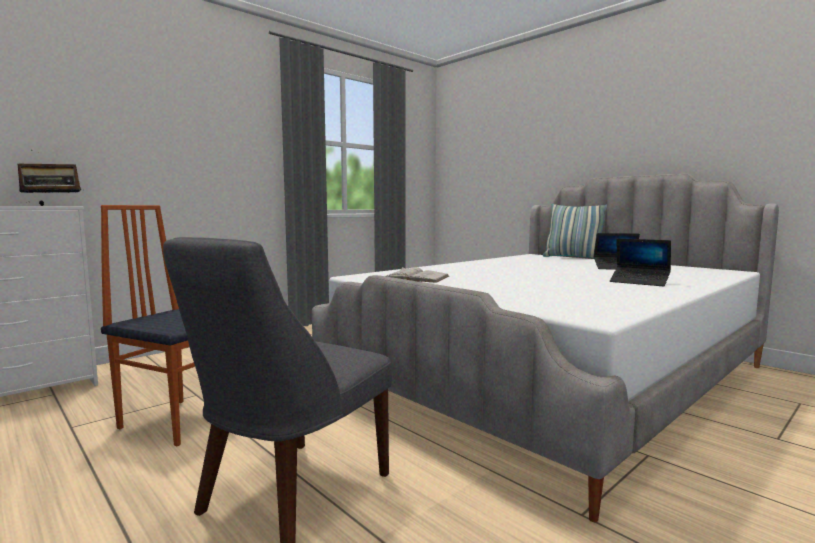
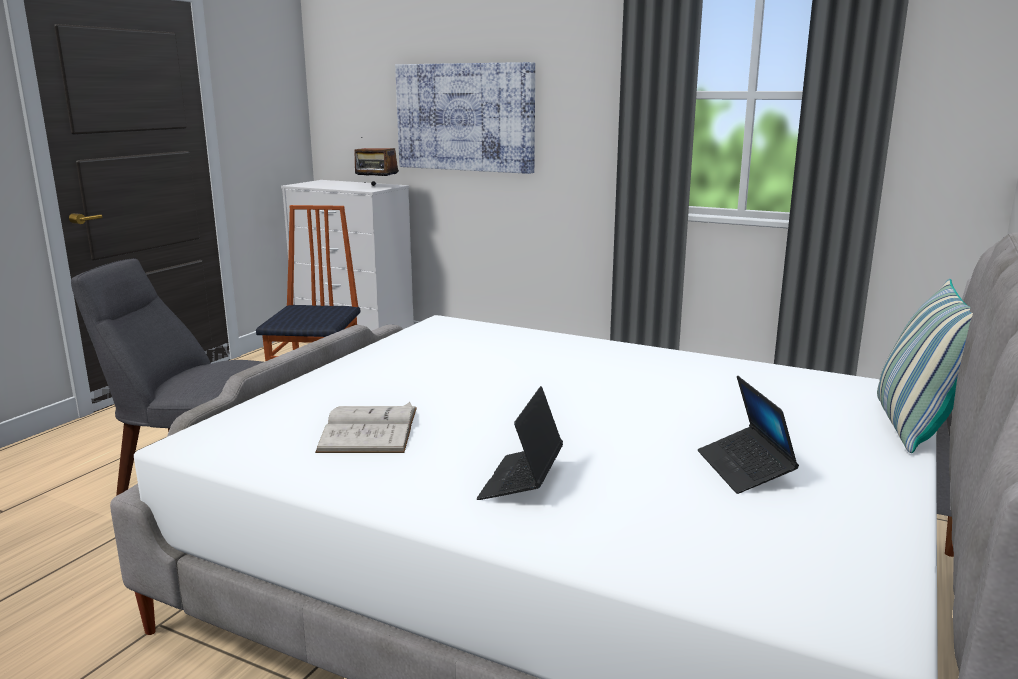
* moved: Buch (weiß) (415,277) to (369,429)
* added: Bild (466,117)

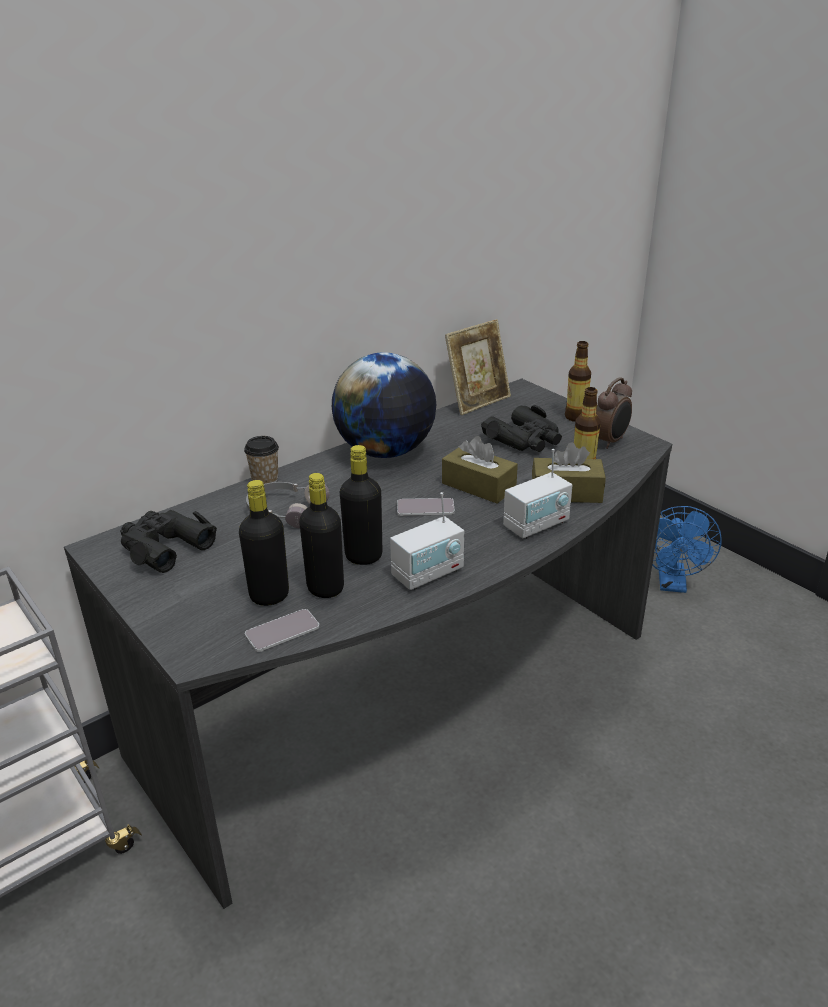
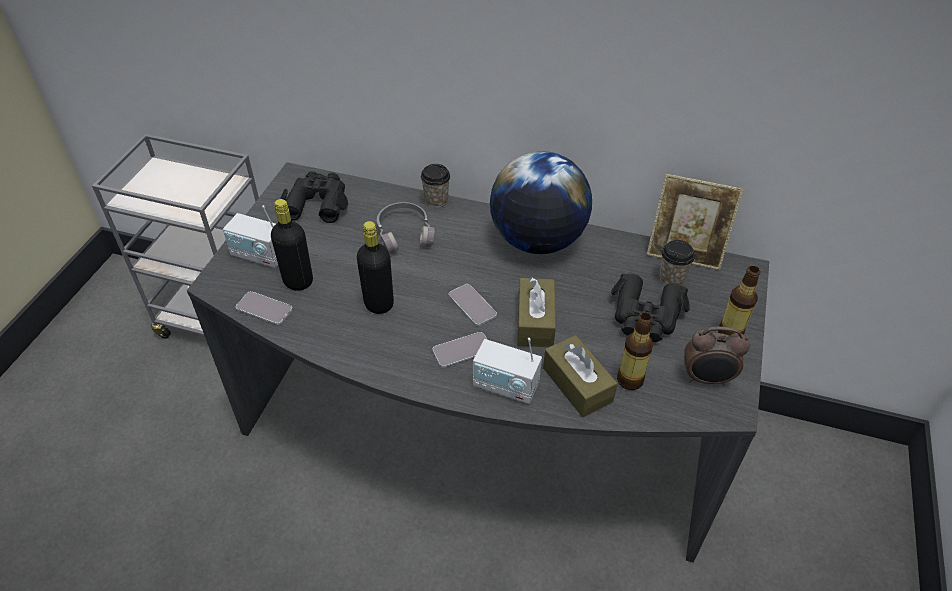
* removed: Flasche (schwarz) (325,588)
* moved: Radio (428,573) to (260,255)
* removed: Ventilator (blau) (672,584)
* added: Handy (462,350)
* added: Tasse (671,278)

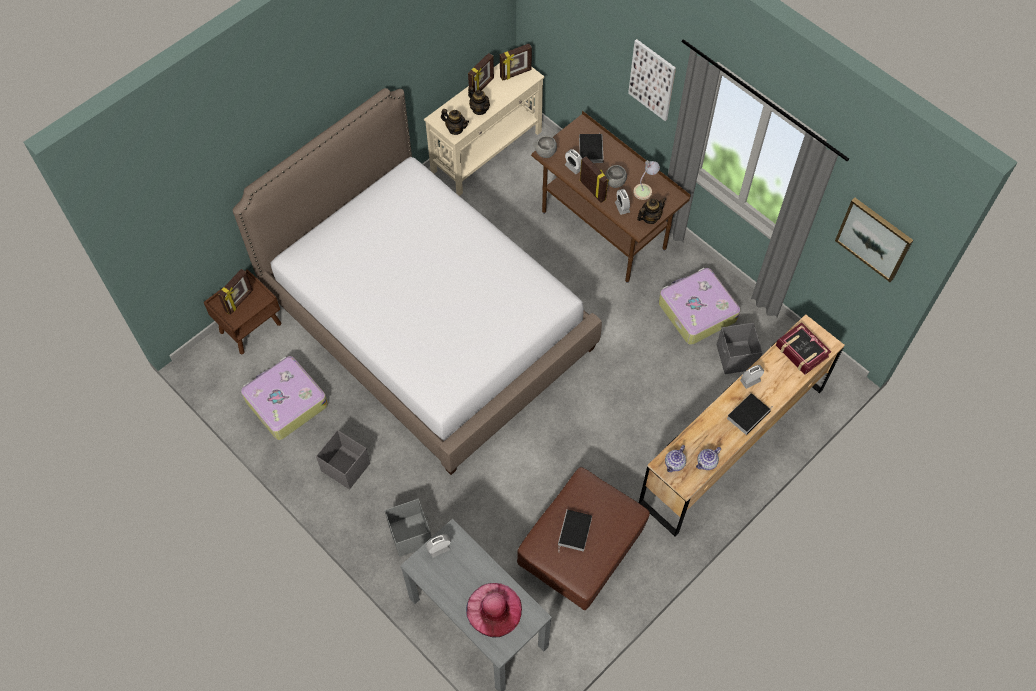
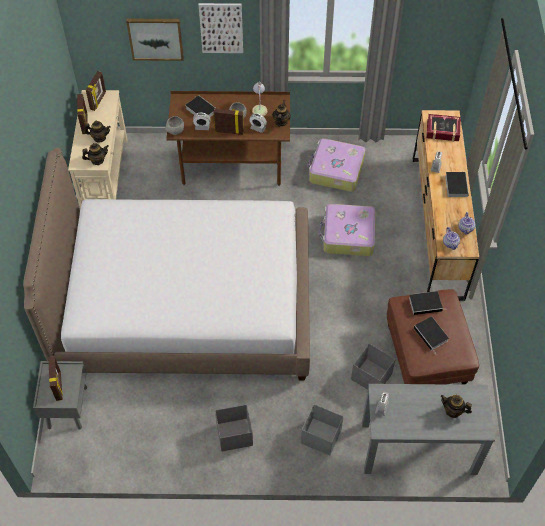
* recoloured: Nachttisch (braun) (251,327) to Nachttisch (grau) (67,407)
* moved: Koffer (285,402) to (347,235)
* replaced: Hut (rosa) (494,609) to Teekanne (453,411)
* moved: Aufbewahrungsbox (grau) (735,358) to (371,377)
* moved: Bild (874,238) to (155,38)
* added: Buch (426,304)

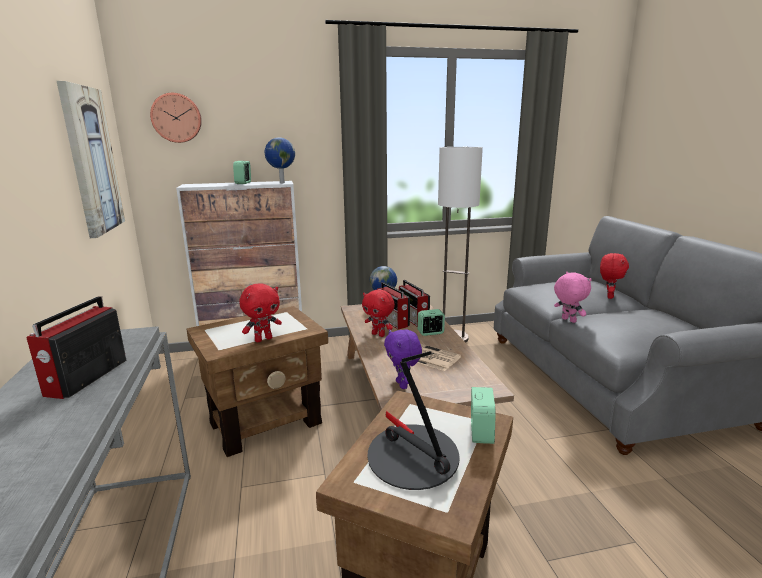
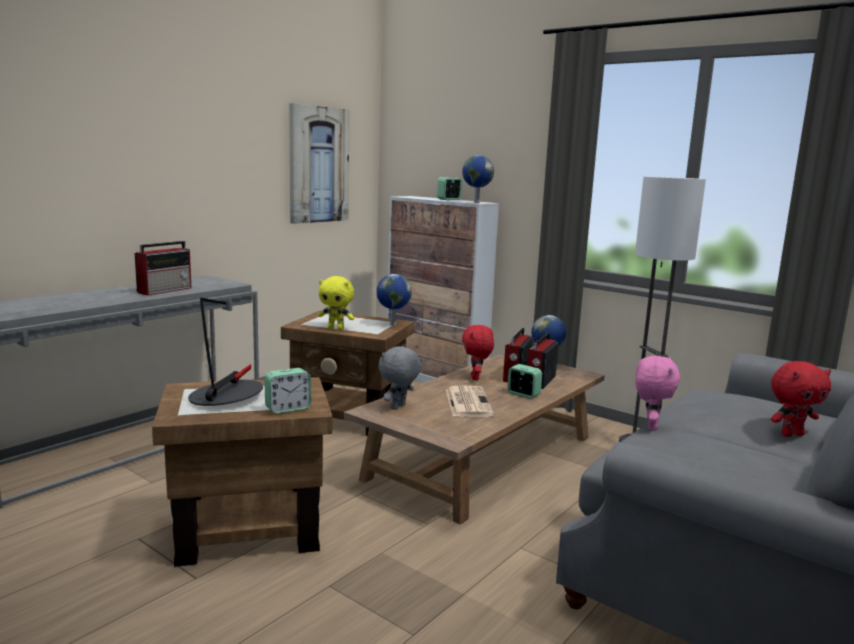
* turned: Radio (85,378) = (166,290) 150 degrees clockwise
* removed: Wanduhr (176,118)
* recoloured: Plüschtier (rot) (263,339) to Plüschtier (gelb) (336,329)
* recoloured: Plüschtier (lila) (403,385) to Plüschtier (grau) (398,407)
* added: Globus (392,324)

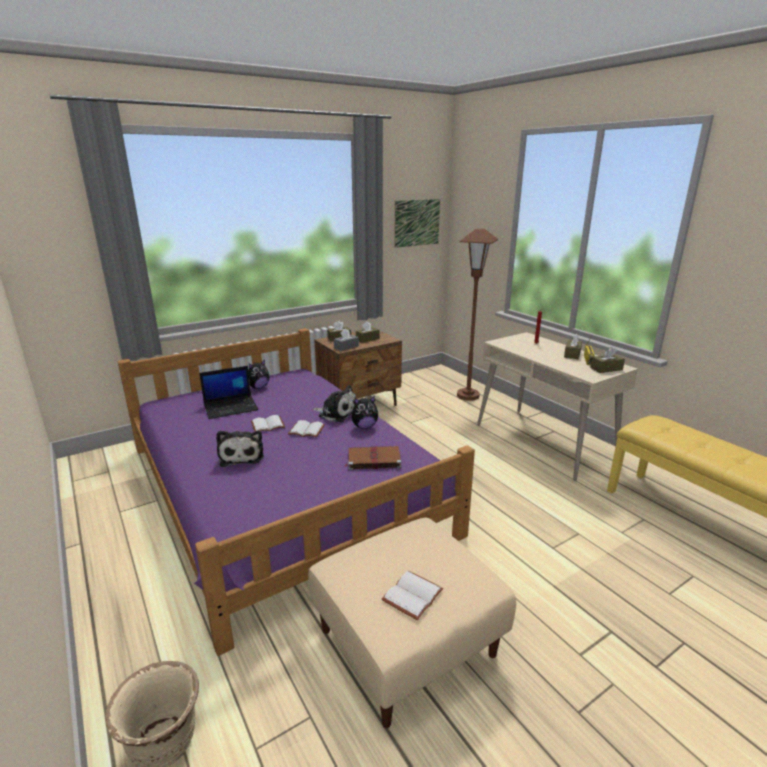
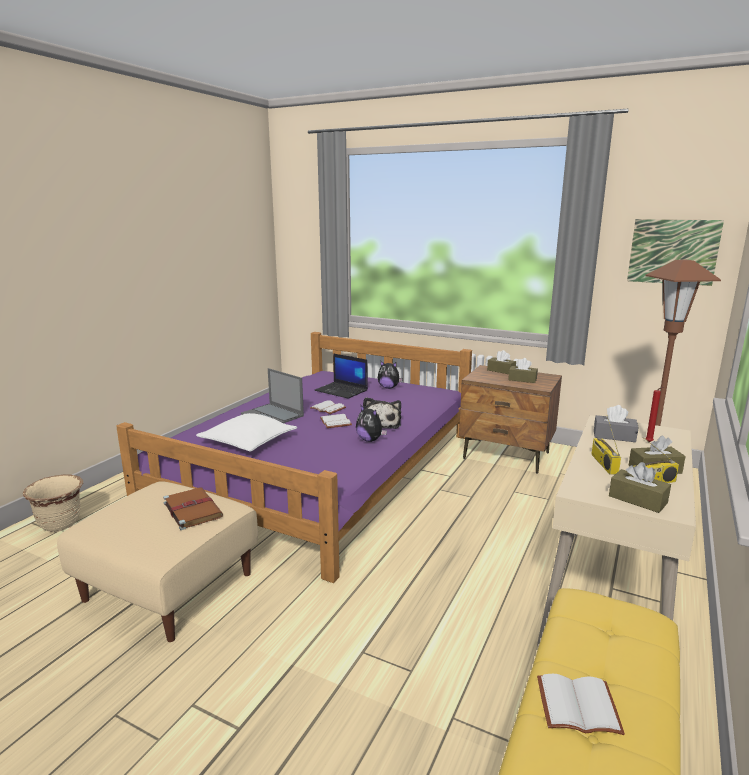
* replaced: Plüschtier (242,456) to Laptop (273,415)
* moved: Taschentuchbox (grau) (346,347) to (614,436)
* moved: Buch (braun) (373,459) to (192,509)
* moved: Buch (weiß) (411,594) to (578,704)
* added: Kissen (weiß) (248,441)
* added: Radio (603,463)

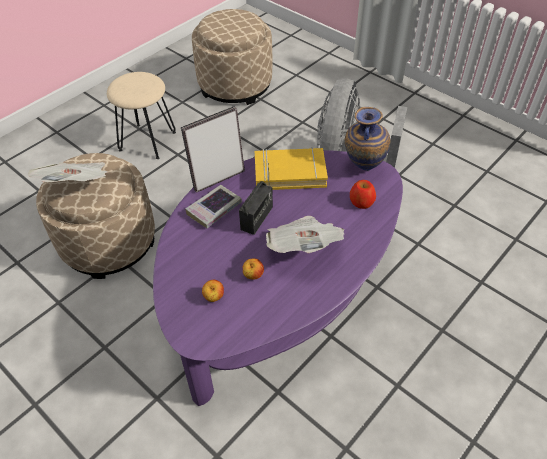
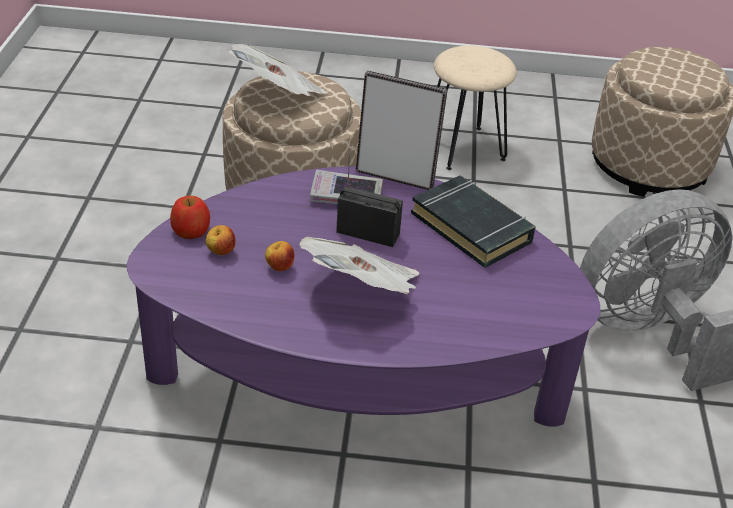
* turned: Radio (257,218) = (368,233) 150 degrees counterclockwise
* recoloured: Buch (gelb) (290,173) to Buch (schwarz) (472,227)
* removed: Vase (362,168)
* moved: Apfel (361,201) to (191,230)

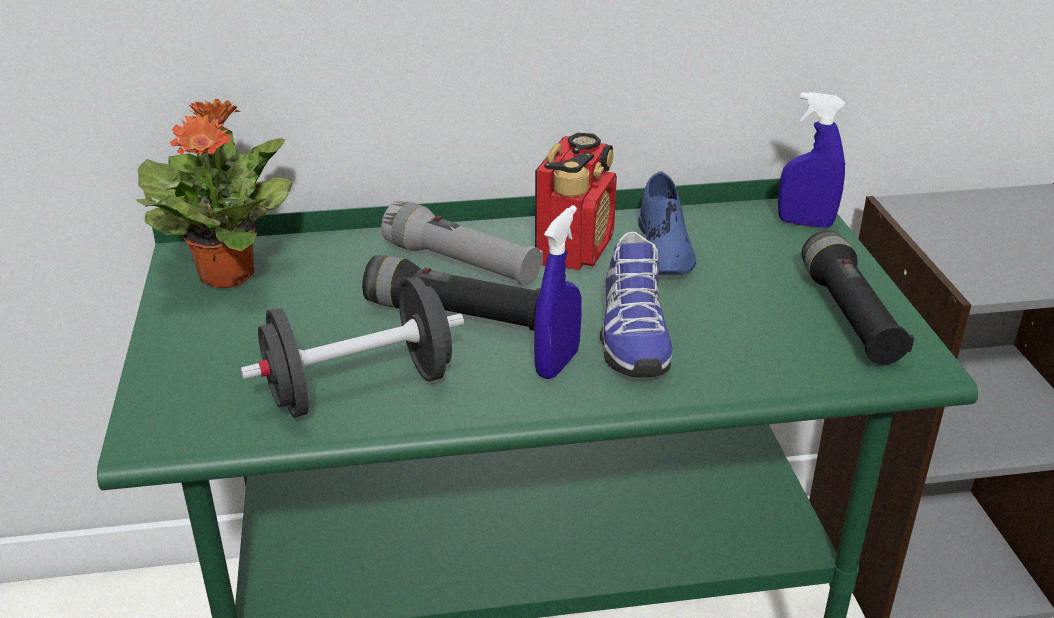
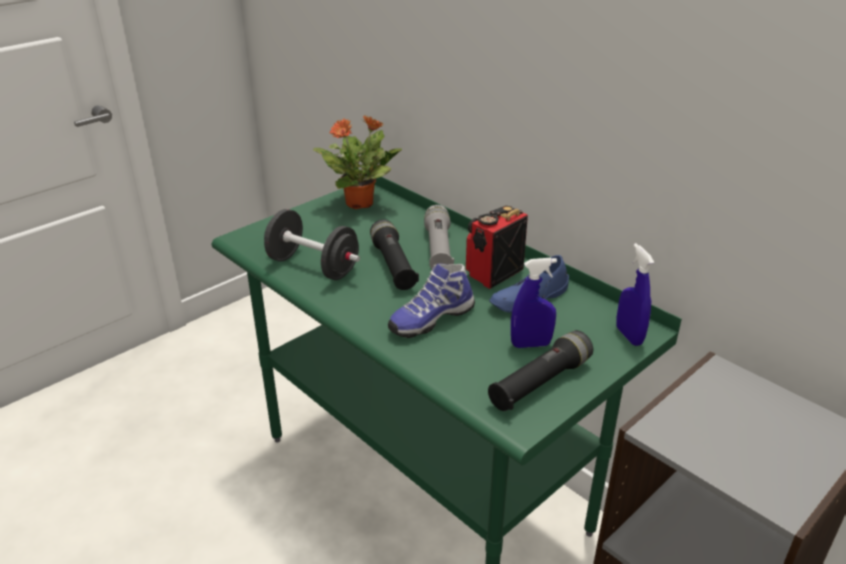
* moved: Sprühflasche (blau) (557,364) to (530,344)
* turned: Radio (575,249) = (493,273) 150 degrees clockwise

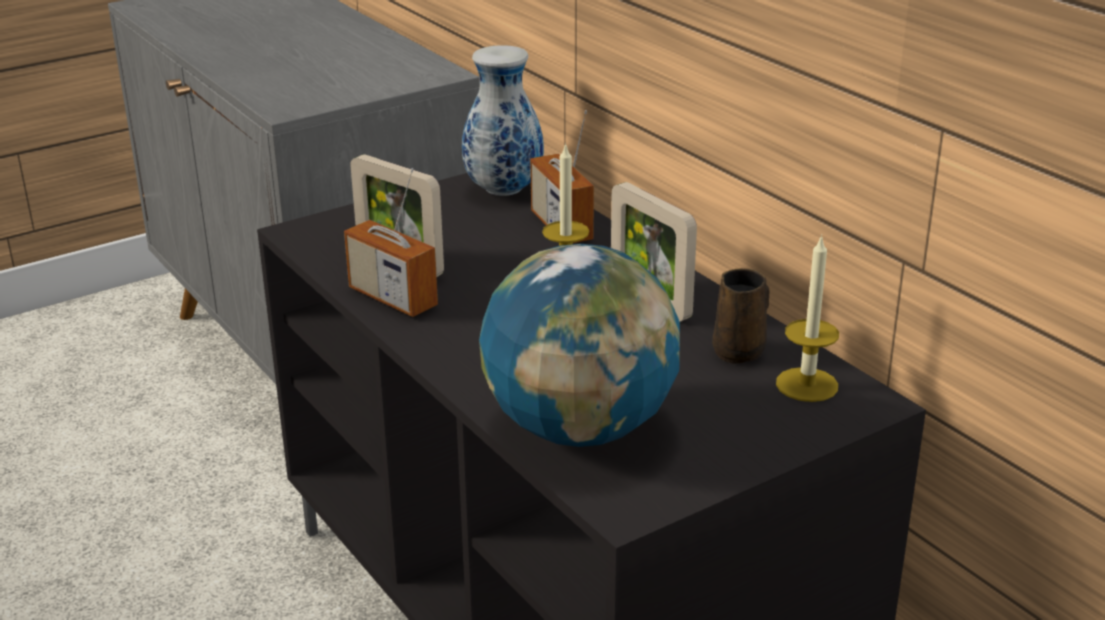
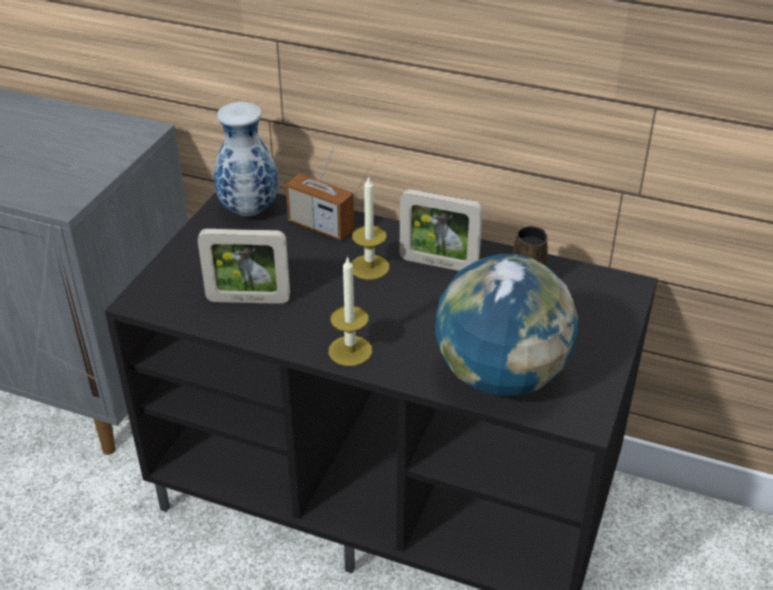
* removed: Radio (392,298)
* moved: Kerze (807,385) to (350,351)

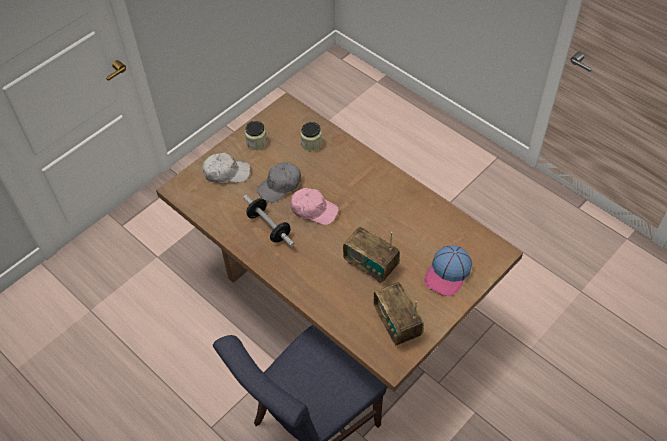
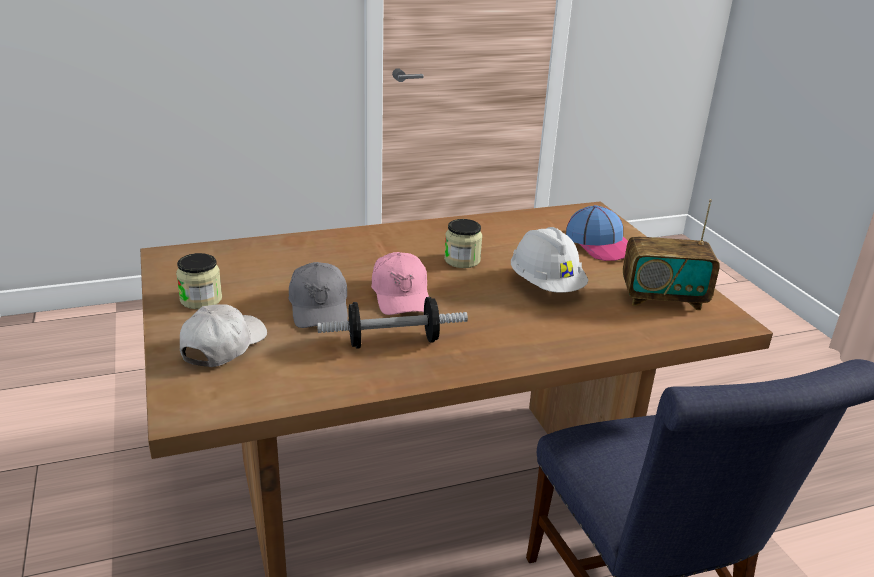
* turned: Kappe (rosa) (314,210) = (401,295) 120 degrees clockwise
* moved: Vorratsglas (311,144) to (462,260)
* replaced: Radio (371,265) to Schutzhelm (weiß) (546,285)

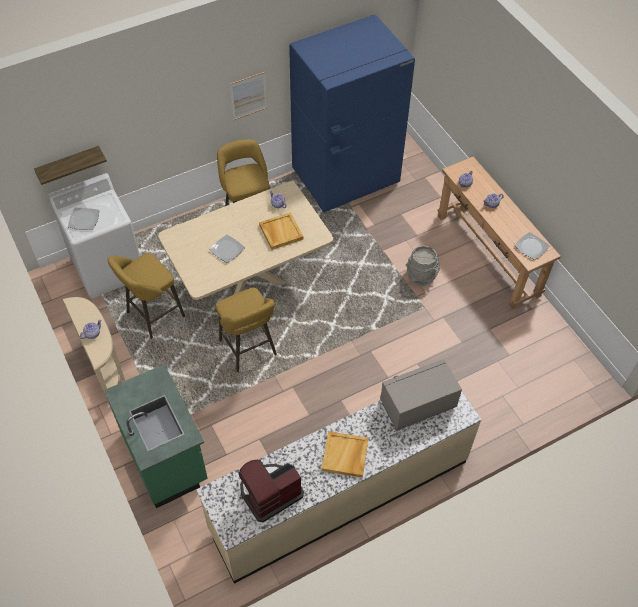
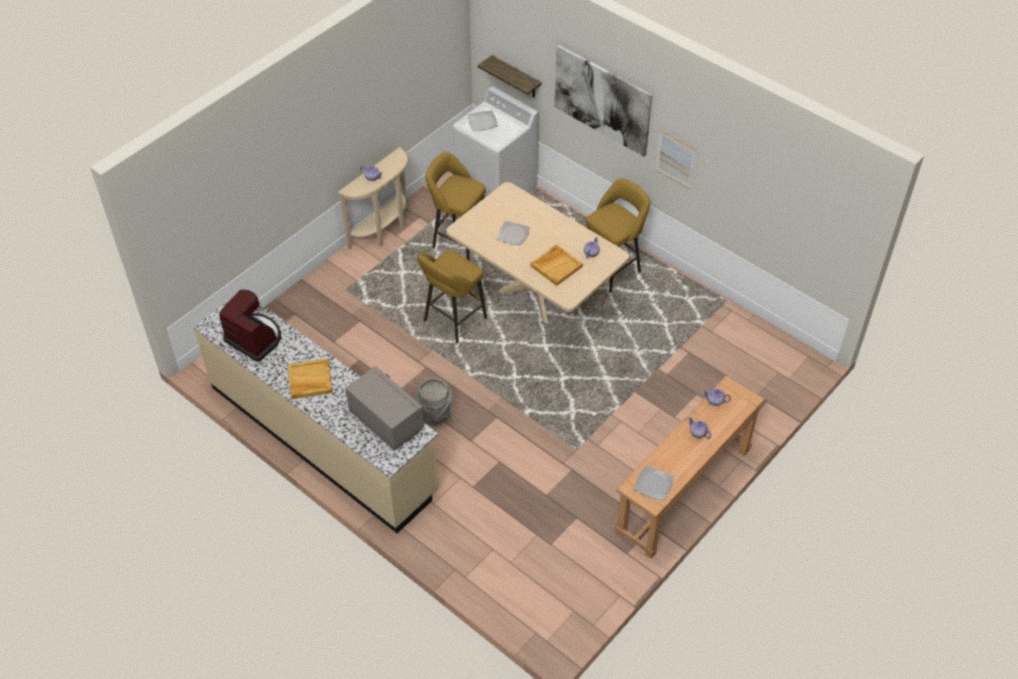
* removed: Küchenzeile (grün) (166,457)
* removed: Kühlschrank (blau) (346,178)
* moved: Eimer (grau) (421,276) to (434,414)
* added: Bild (602,100)

